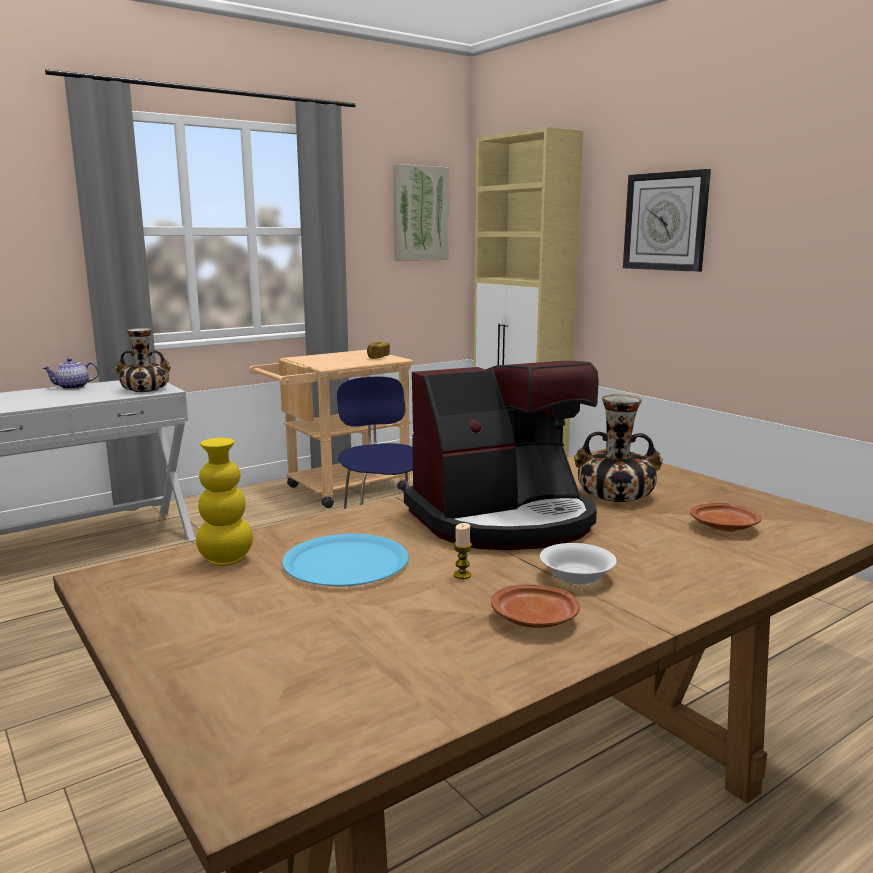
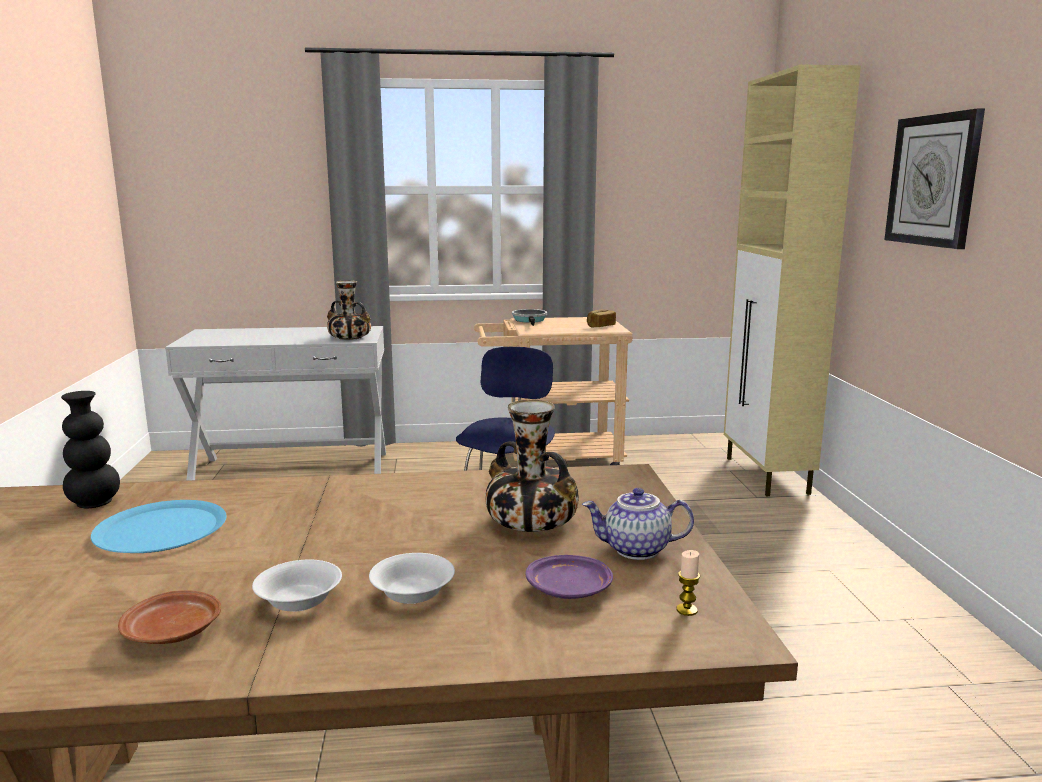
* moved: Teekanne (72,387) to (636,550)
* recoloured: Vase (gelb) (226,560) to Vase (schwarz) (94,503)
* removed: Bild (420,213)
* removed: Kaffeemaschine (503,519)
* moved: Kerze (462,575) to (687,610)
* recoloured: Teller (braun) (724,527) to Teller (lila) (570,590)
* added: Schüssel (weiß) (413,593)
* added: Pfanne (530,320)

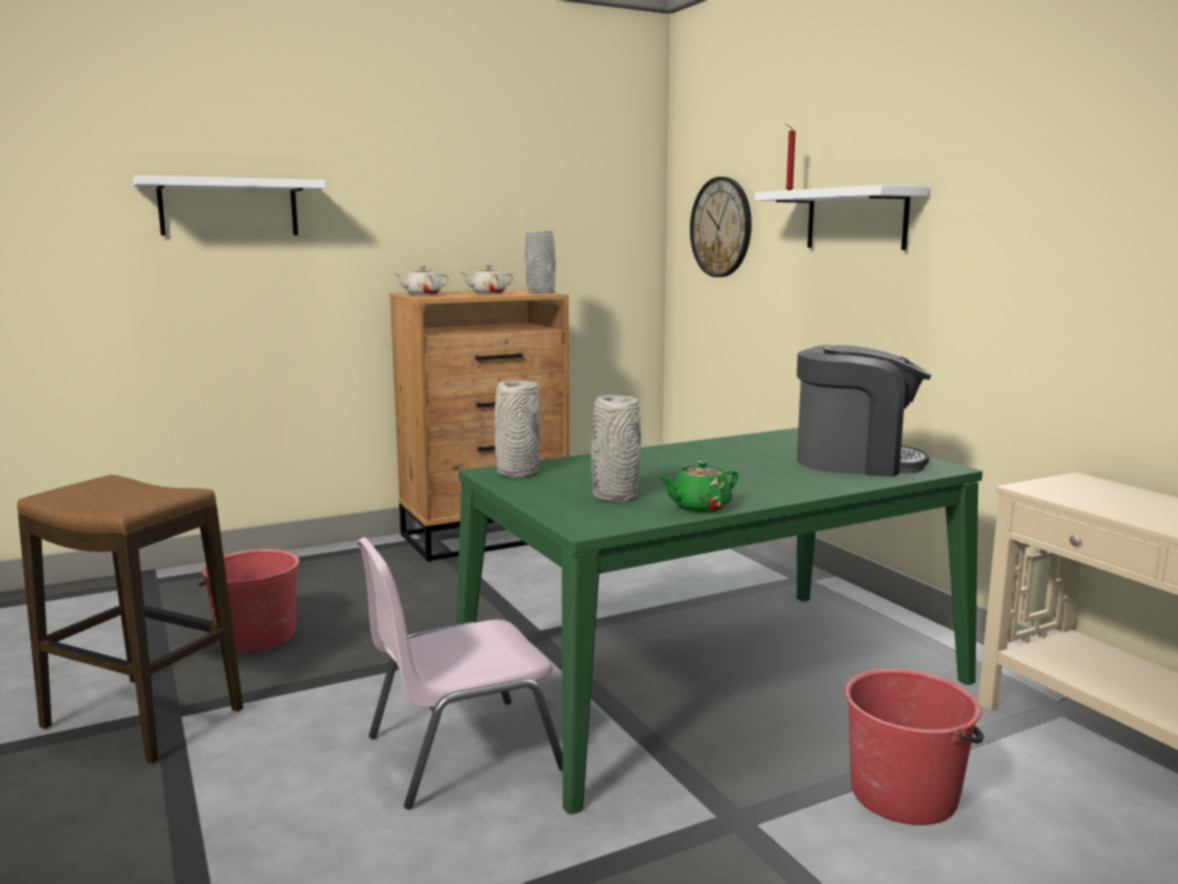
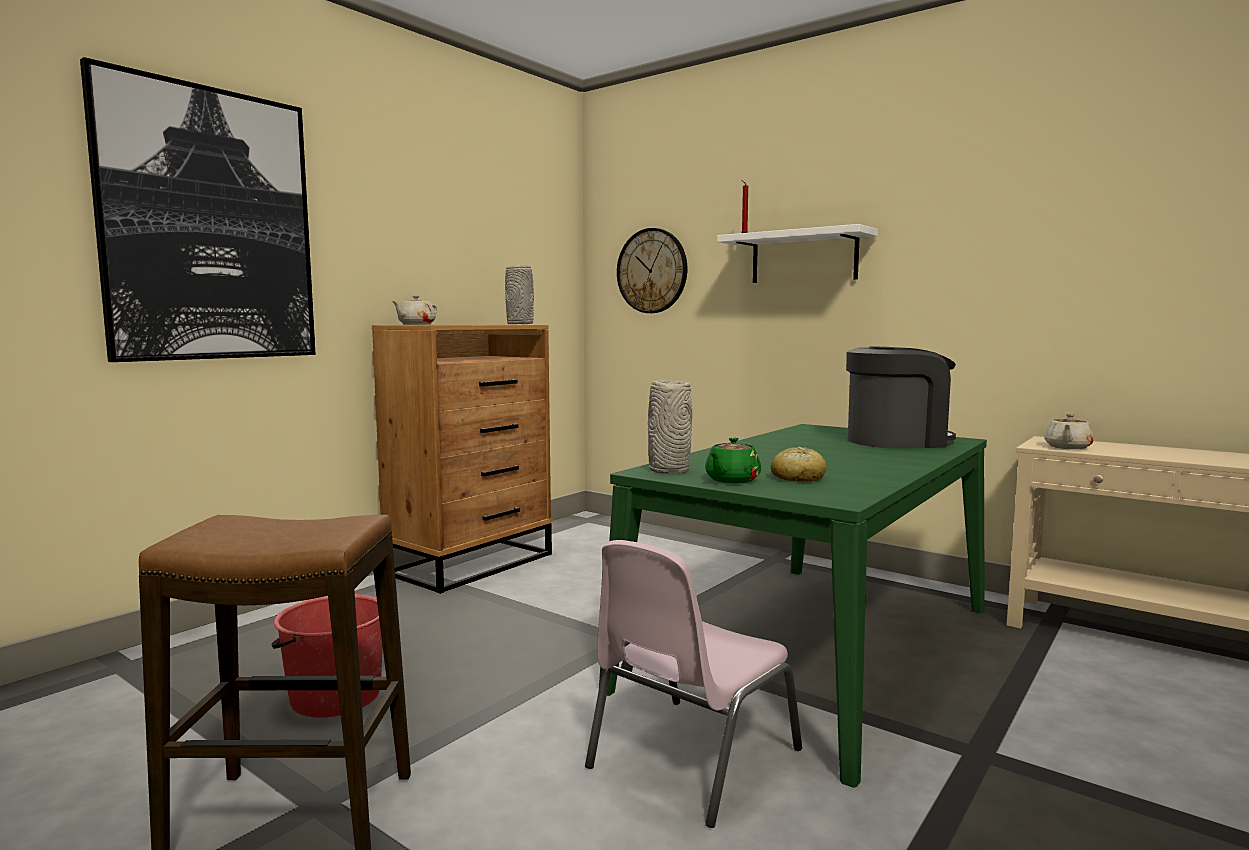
* replaced: Wandregal (weiß) (229,208) to Bild (209,225)
* moved: Teekanne (beige) (488,293) to (1067,447)
* replaced: Vase (grau) (614,496) to Brot (797,478)
* moved: Teekanne (grün) (699,507) to (731,480)
* removed: Eimer (rot) (905,794)

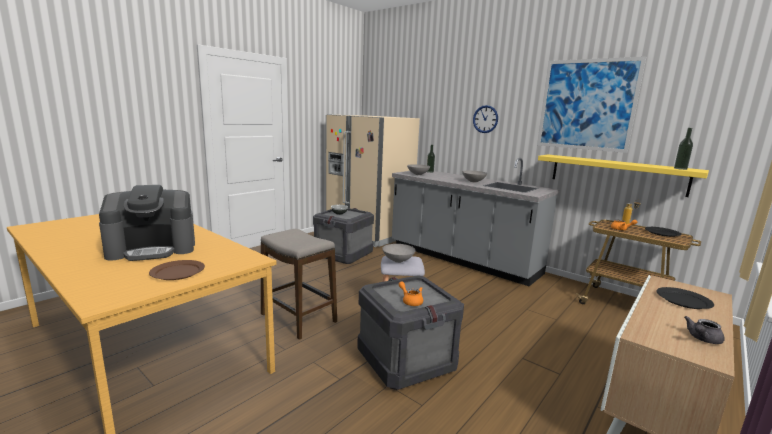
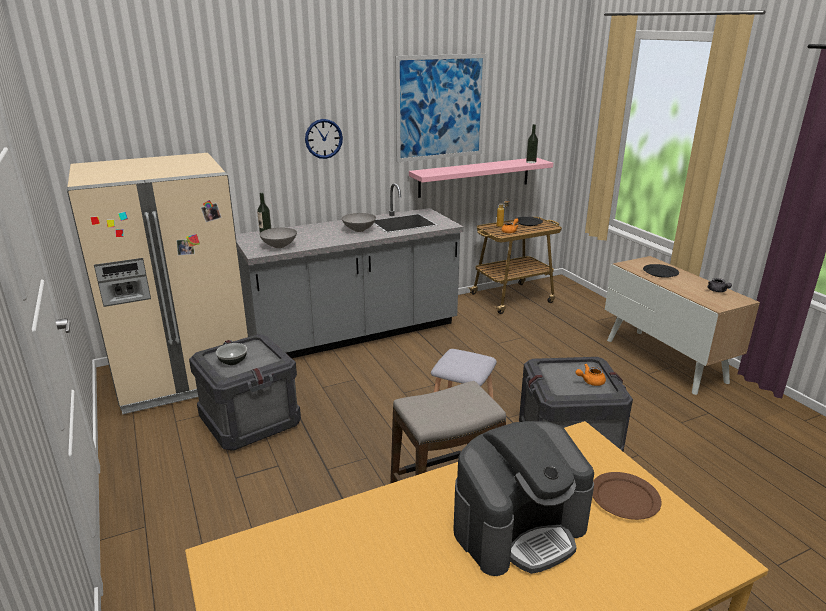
* turned: Kaffeemaschine (153,249) = (519,527) 60 degrees clockwise
* removed: Schüssel (grau) (398,260)
* recoloured: Wandregal (gelb) (616,174) to Wandregal (rosa) (474,177)

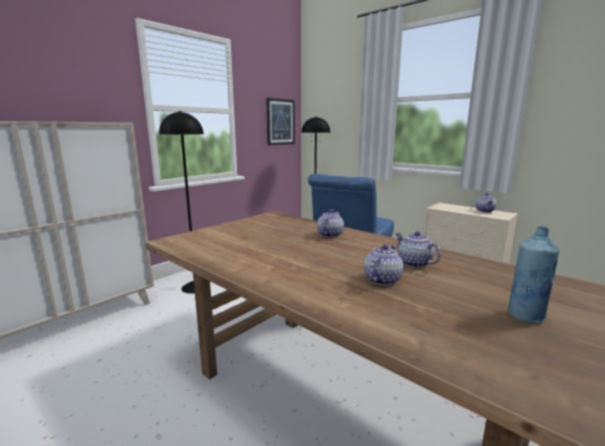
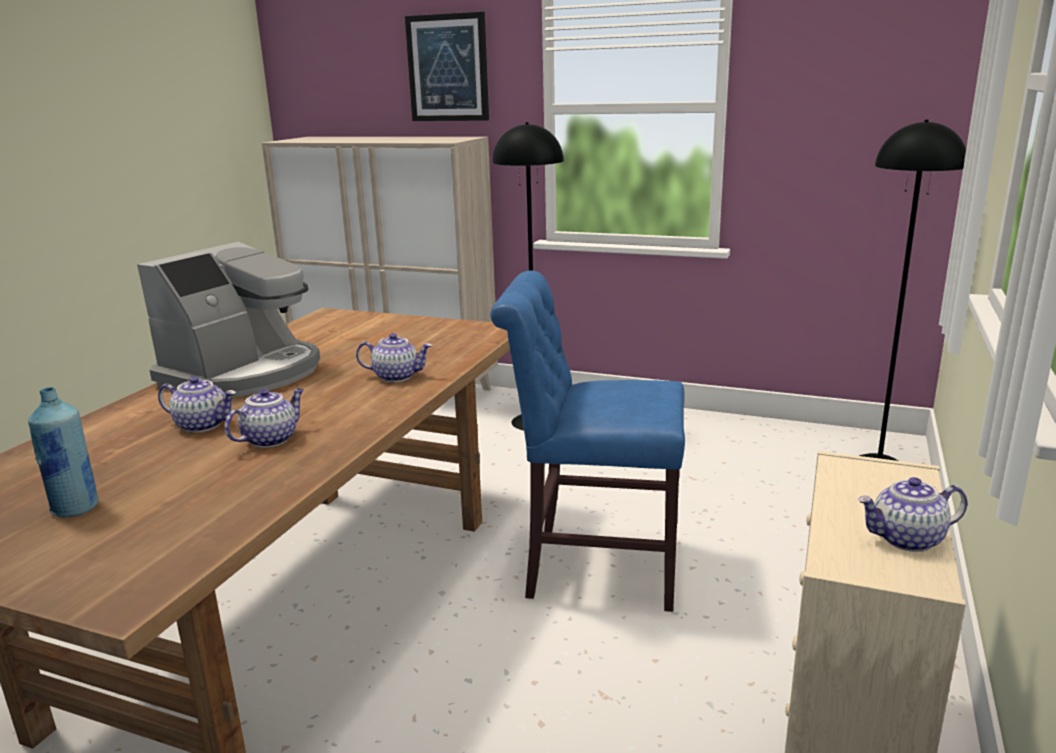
* moved: Bild (280,122) to (448,68)
* added: Kaffeemaschine (244,373)

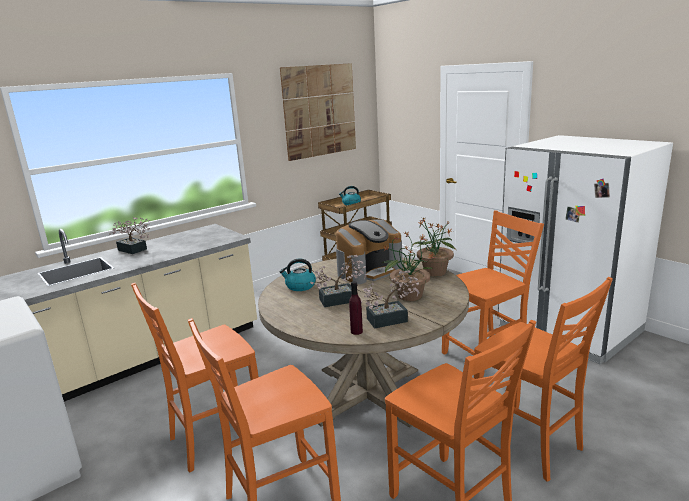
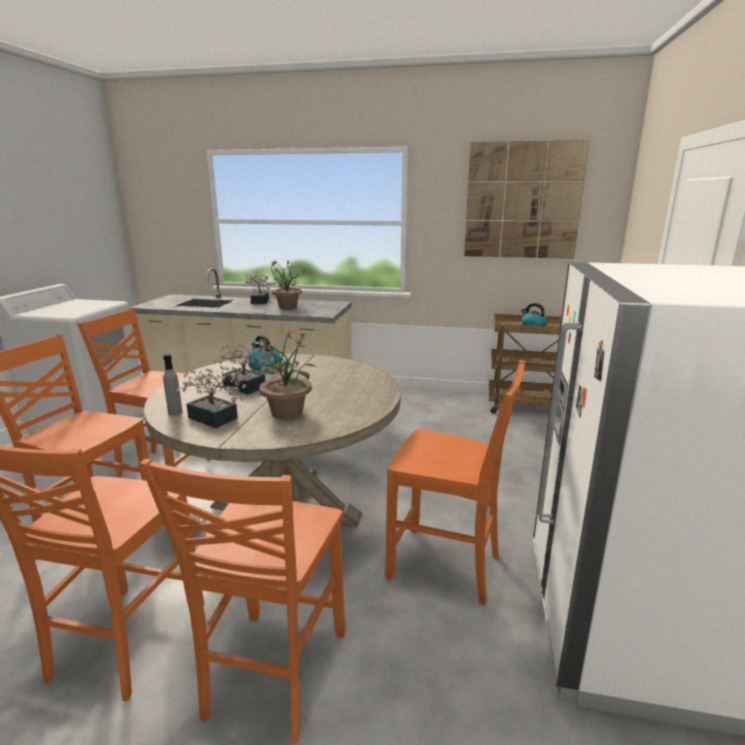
* removed: Kaffeemaschine (369,270)
* recoloured: Flasche (lila) (356,331) to Flasche (grau) (175,412)
* moved: Topfpflanze (434,272) to (287,307)

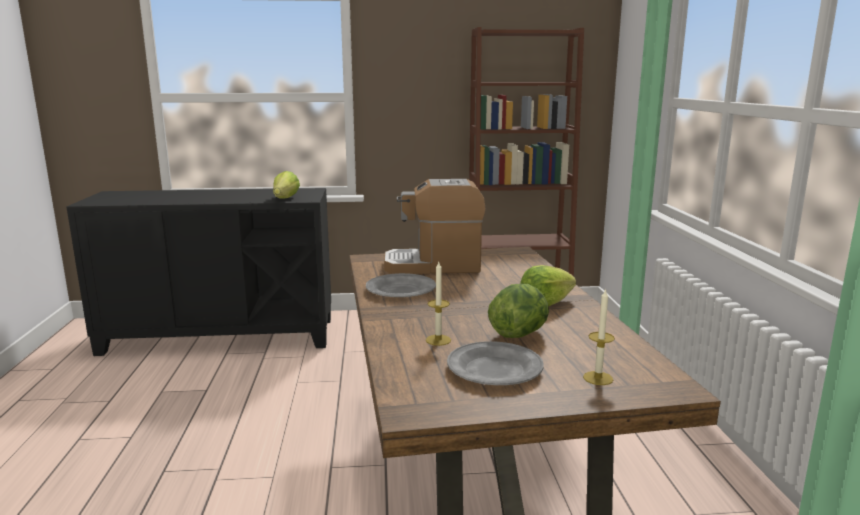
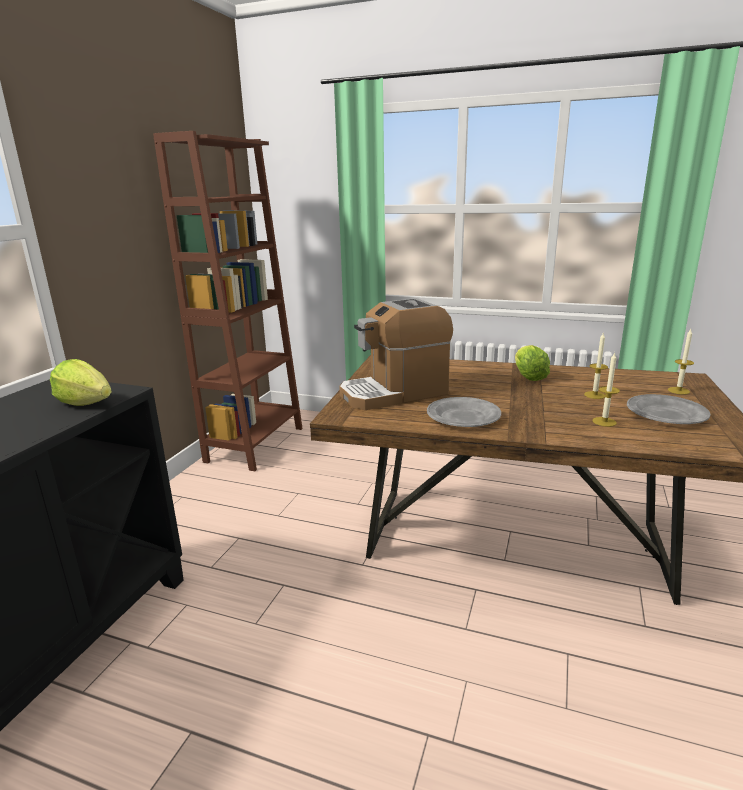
* turned: Kaffeemaschine (434,265) = (394,393) 45 degrees clockwise
* replaced: Salatkopf (519,334) to Kerze (594,395)

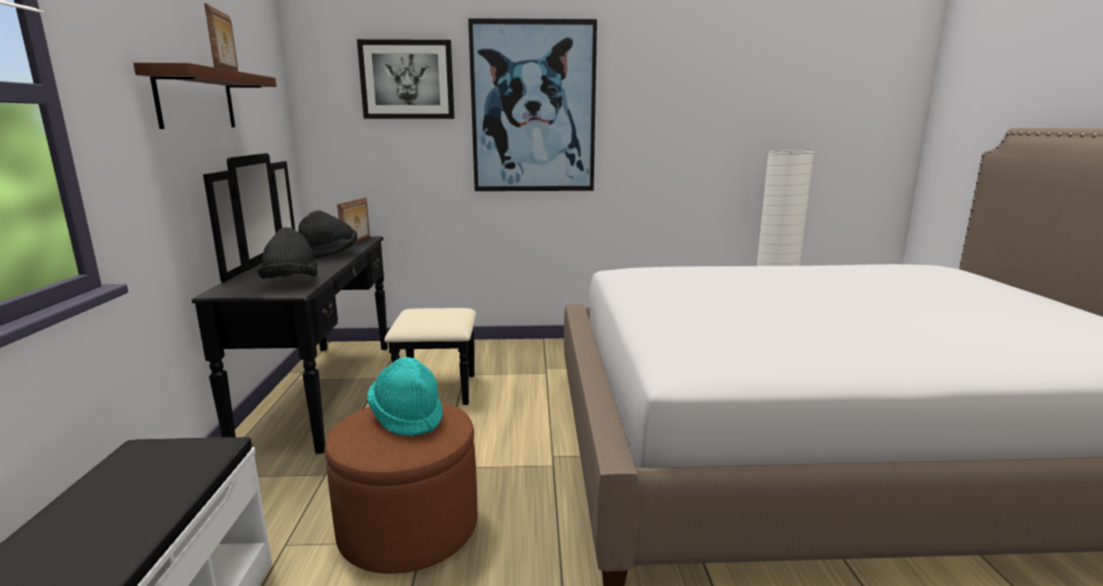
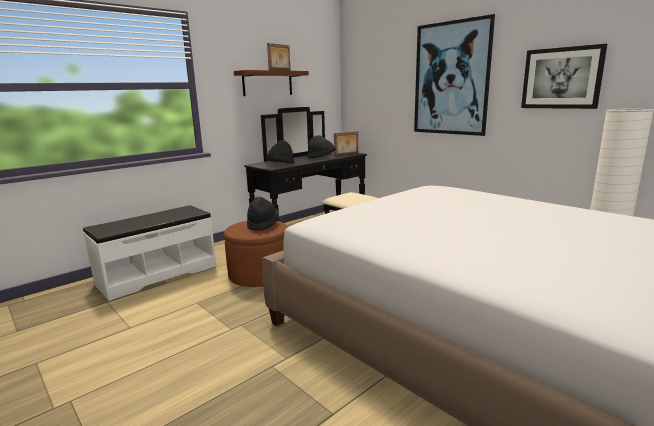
* moved: Bild (407,80) to (561,78)
* recoloured: Hut (türkis) (407,417) to Hut (schwarz) (263,225)

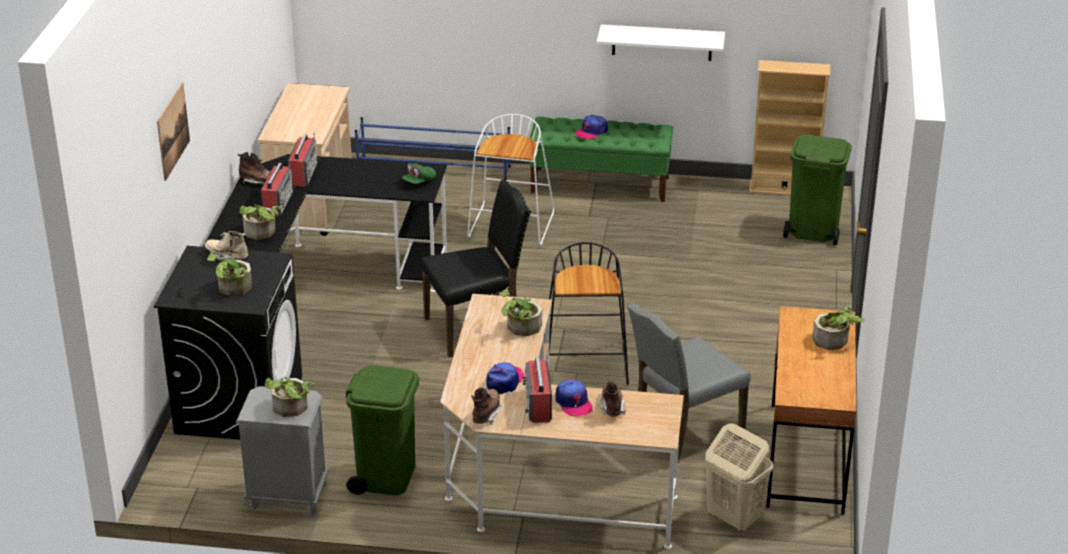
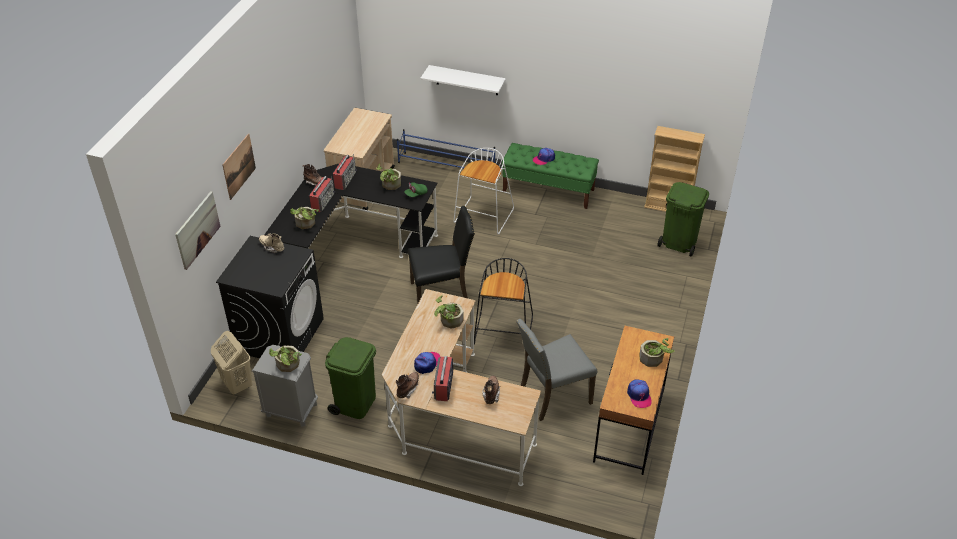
* moved: Topfpflanze (232,289) to (389,185)
* moved: Kappe (573,403) to (639,396)
* moved: Wandregal (weiß) (662,42) to (467,80)
* moved: Wäschekorb (beige) (734,518) to (237,384)
* added: Bild (197,230)

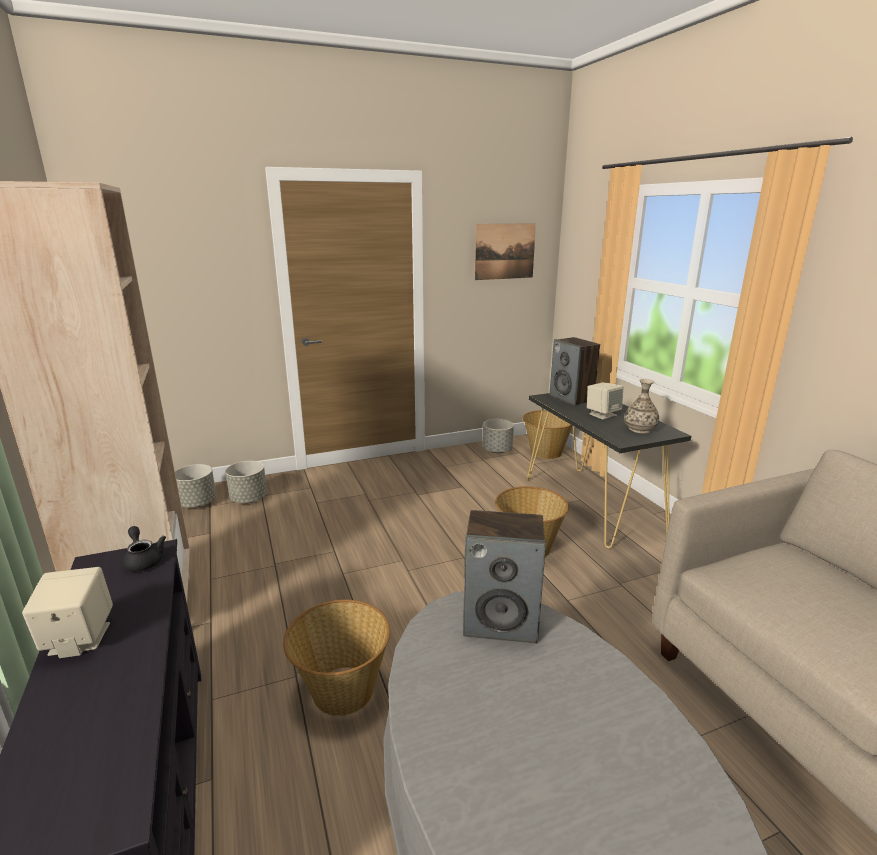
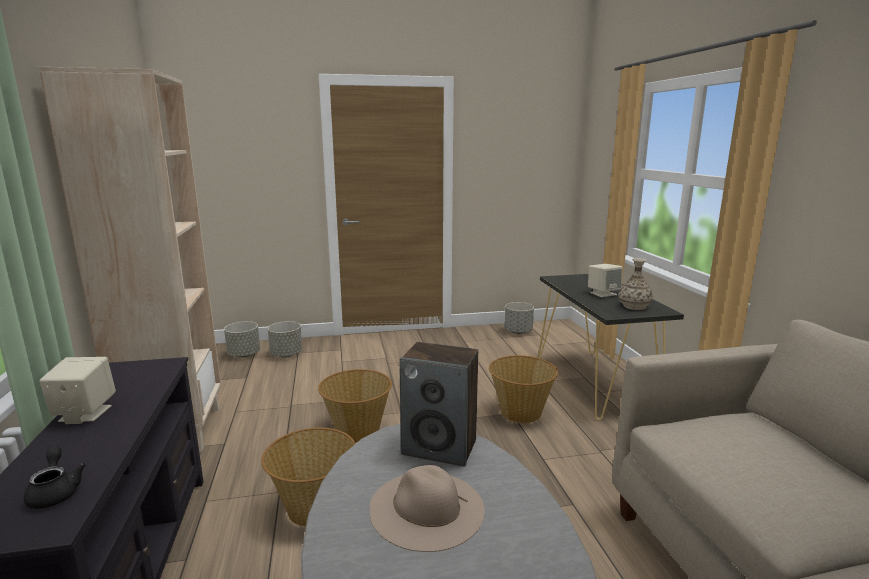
* moved: Teekanne (schwarz) (143,560) to (55,492)
* removed: Bild (505,251)
* moved: Korb (545,452) to (357,430)
* removed: Lautsprecher (572,398)
* added: Hut (beige) (426,508)

